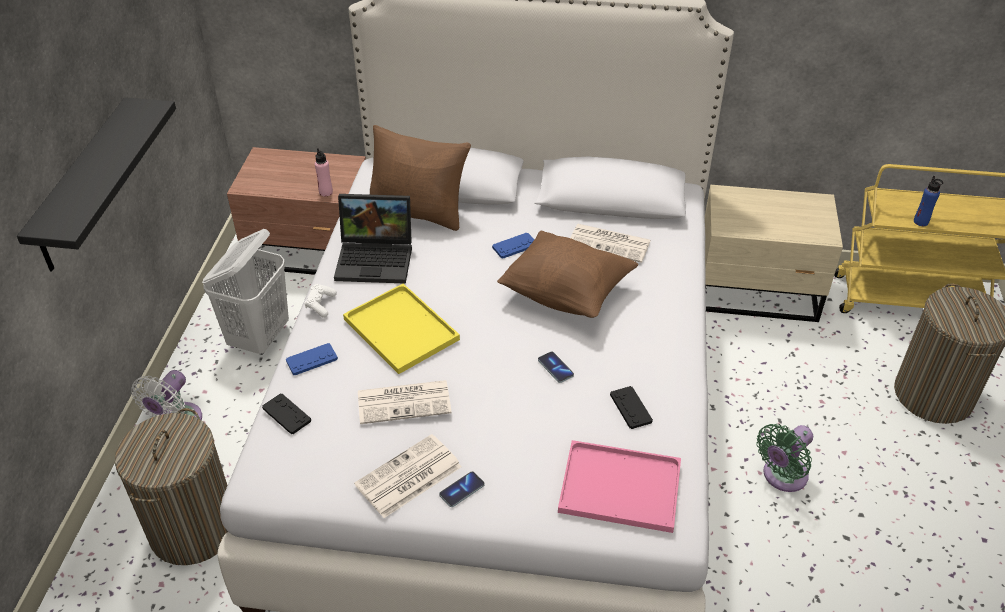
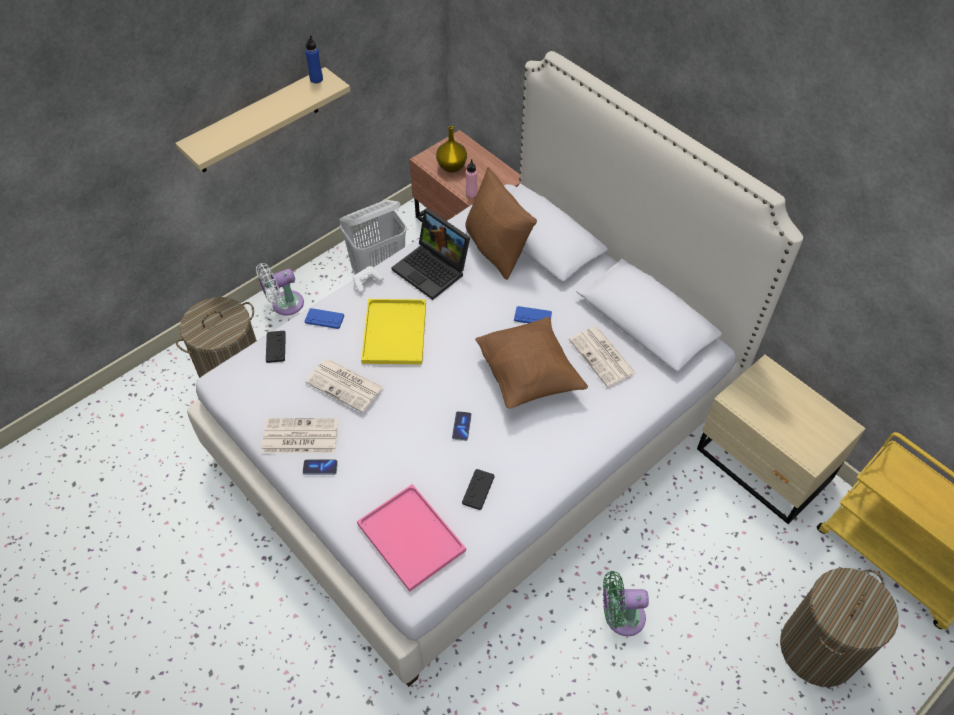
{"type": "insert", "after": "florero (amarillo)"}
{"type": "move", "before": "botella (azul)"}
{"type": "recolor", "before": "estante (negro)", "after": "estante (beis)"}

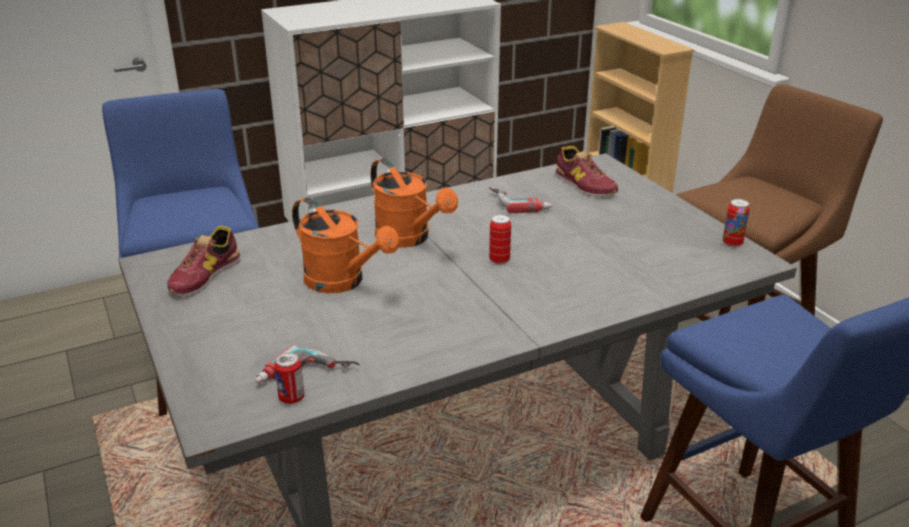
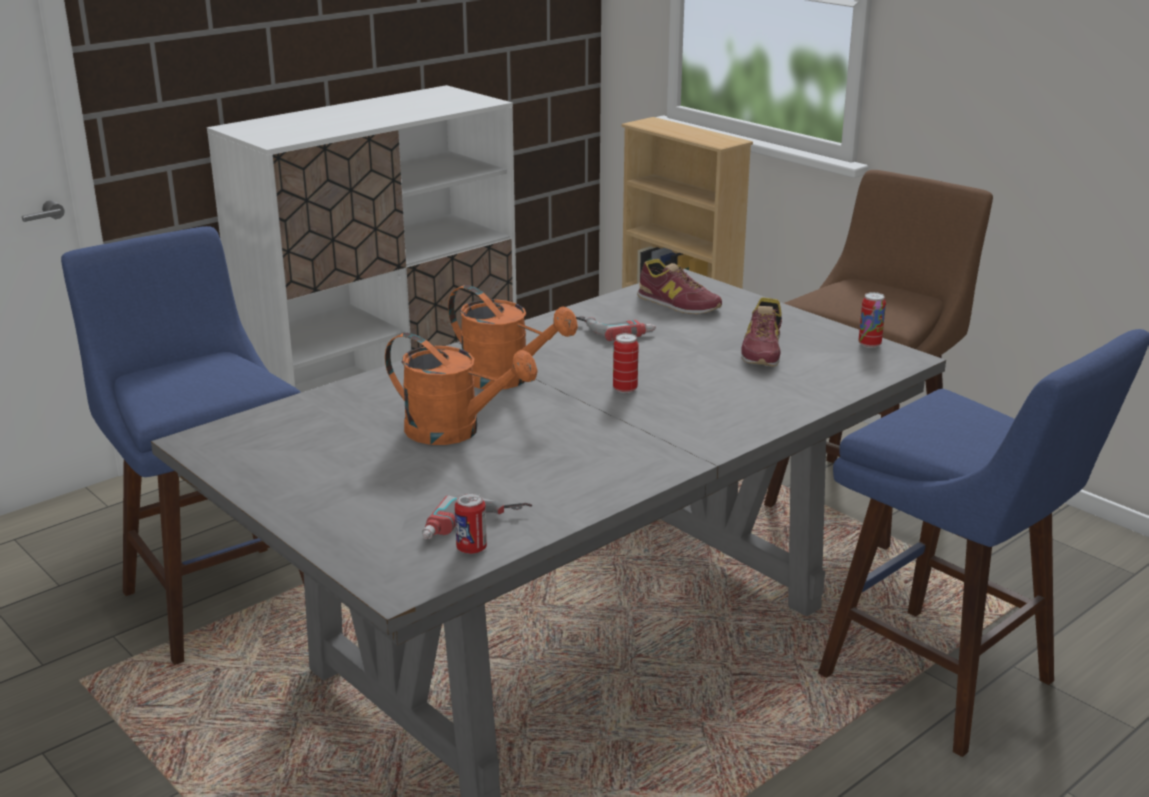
{"type": "move", "before": "zapato (1st from left in the first image)", "after": "zapato (2nd from left)"}

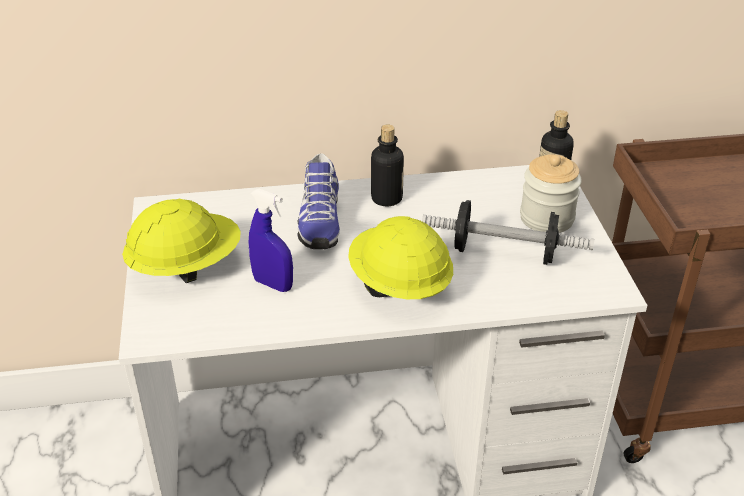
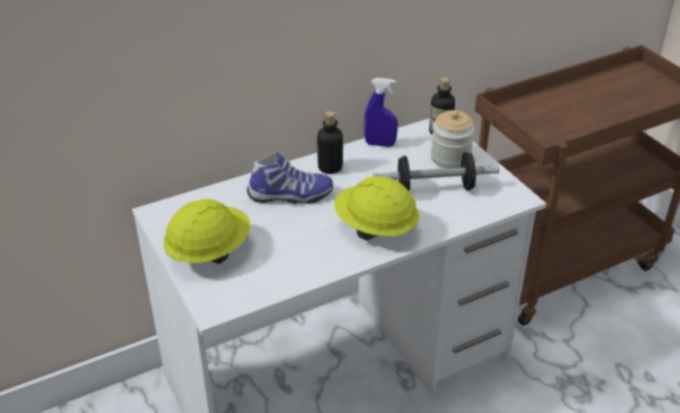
{"type": "move", "before": "pulverizador (azul)"}
{"type": "rotate", "before": "zapato", "turn": -75}

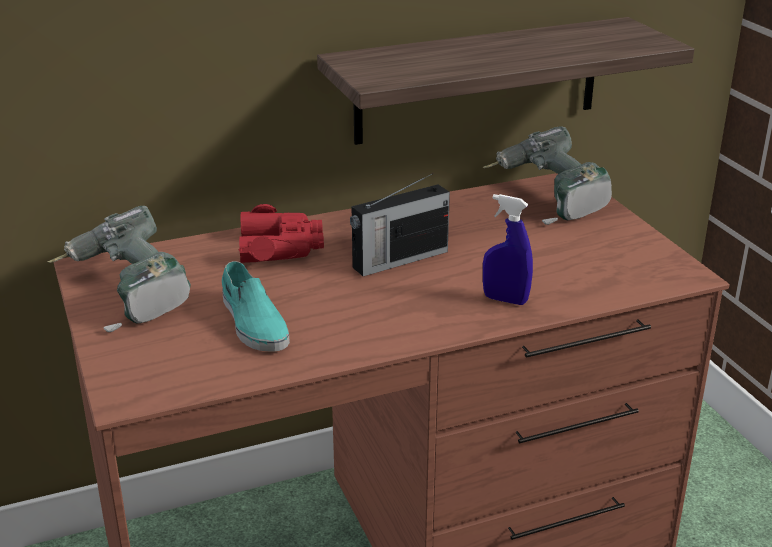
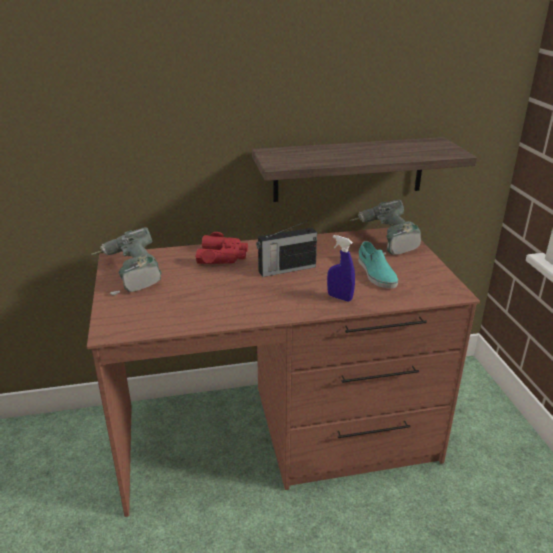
{"type": "move", "before": "zapato (turquesa)"}

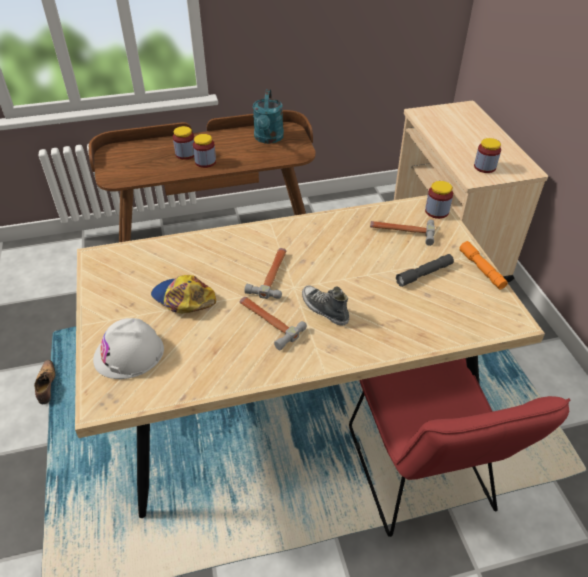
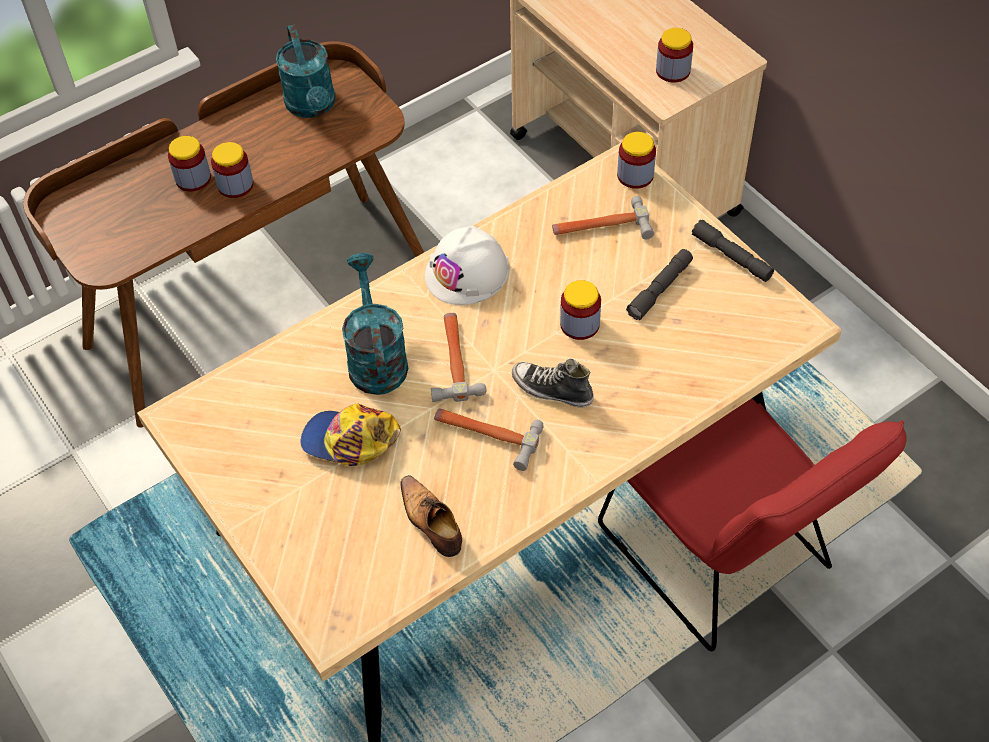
{"type": "insert", "after": "regadera (turquesa) (2nd from left)"}
{"type": "insert", "after": "tarro (3rd from left)"}
{"type": "move", "before": "zapato (1st from left)"}
{"type": "move", "before": "casco (blanco)"}
{"type": "recolor", "before": "linterna (naranja)", "after": "linterna (gris) (2nd from left)"}

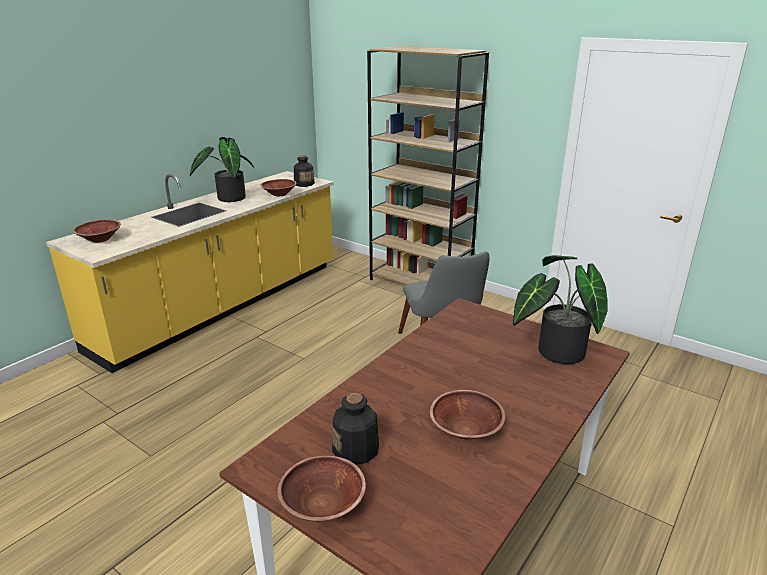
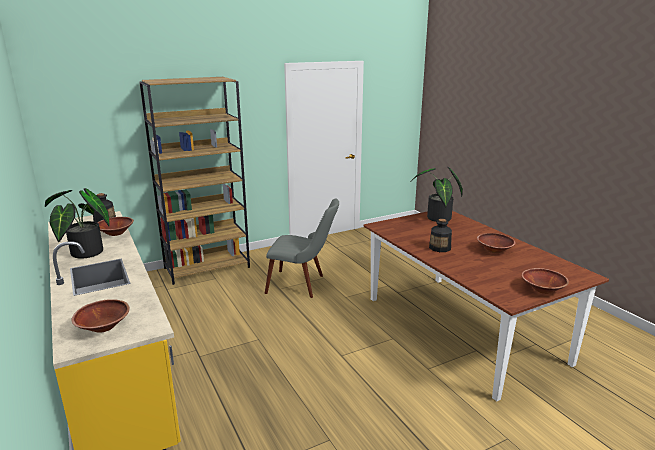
{"type": "move", "before": "botella (2nd from left)"}

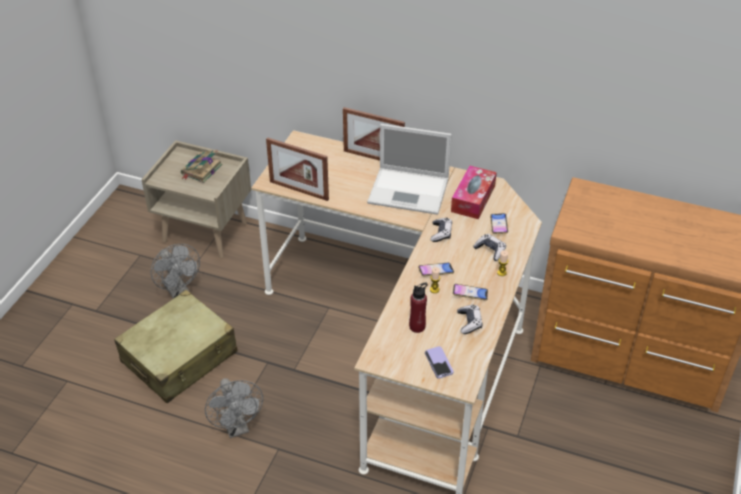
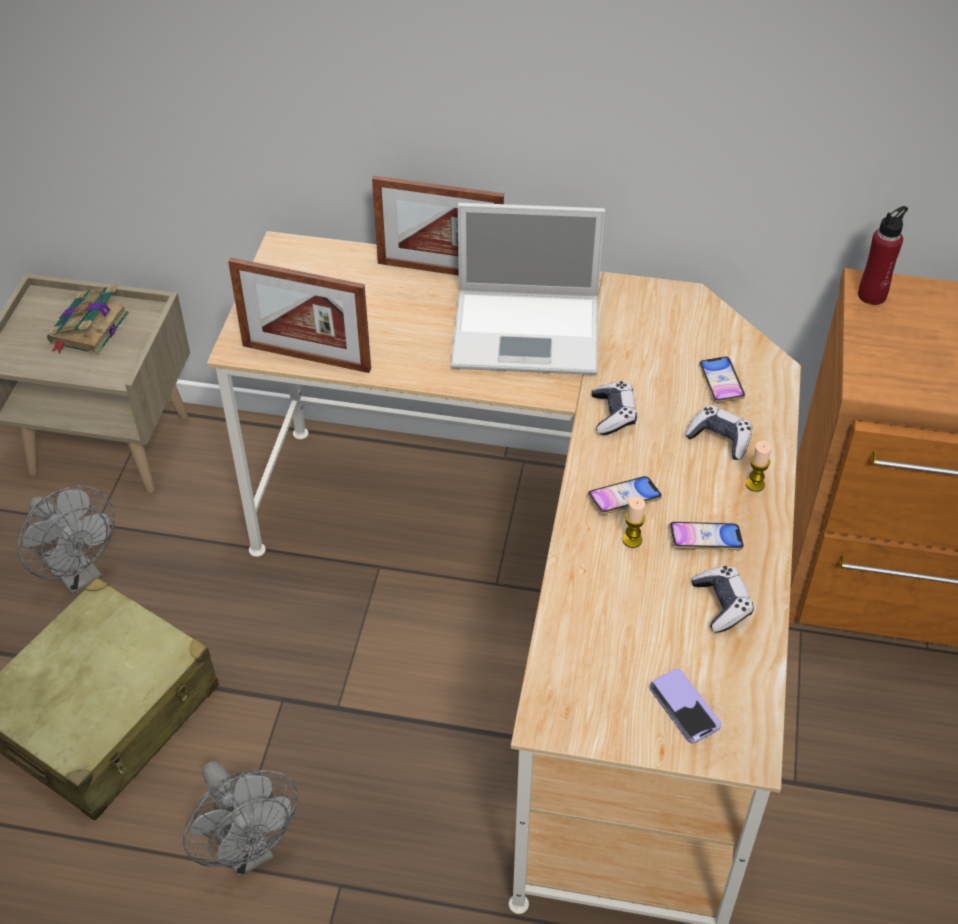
{"type": "delete", "before": "caja de pañuelos"}
{"type": "move", "before": "botella (rojo)"}

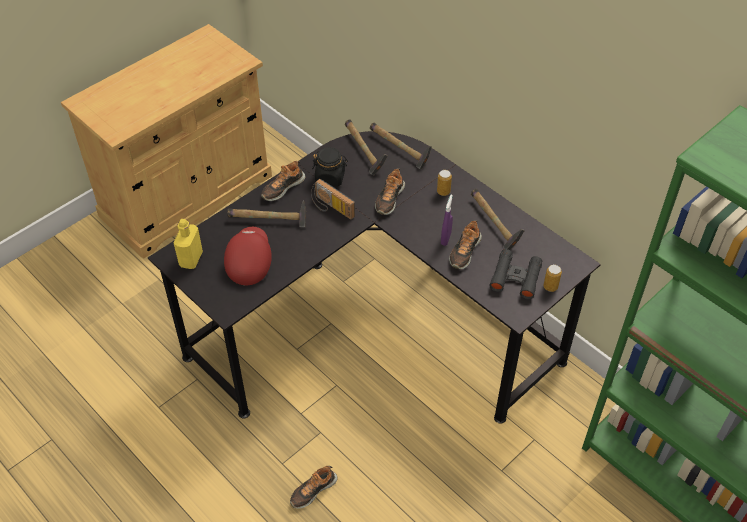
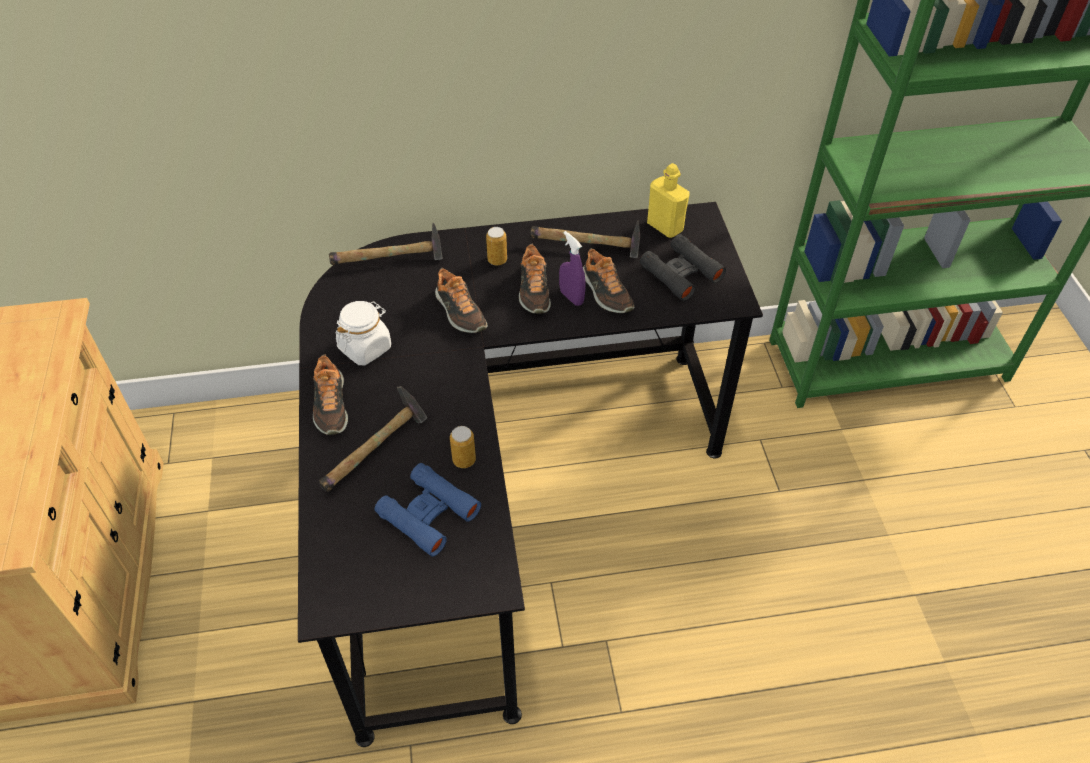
{"type": "delete", "before": "radio"}
{"type": "delete", "before": "martillo (2nd from left)"}
{"type": "move", "before": "botella (amarillo)"}
{"type": "move", "before": "zapato (2nd from left in the first image)", "after": "zapato (3rd from left)"}
{"type": "move", "before": "lata (2nd from left in the first image)", "after": "lata (1st from left)"}
{"type": "replace", "before": "gorra (rojo)", "after": "prismáticos (azul)"}
{"type": "recolor", "before": "tarro (negro)", "after": "tarro (blanco)"}

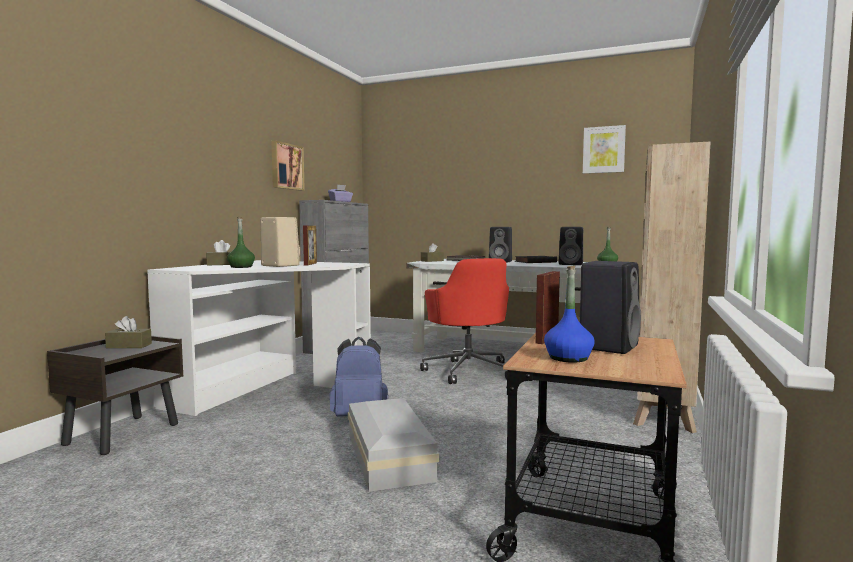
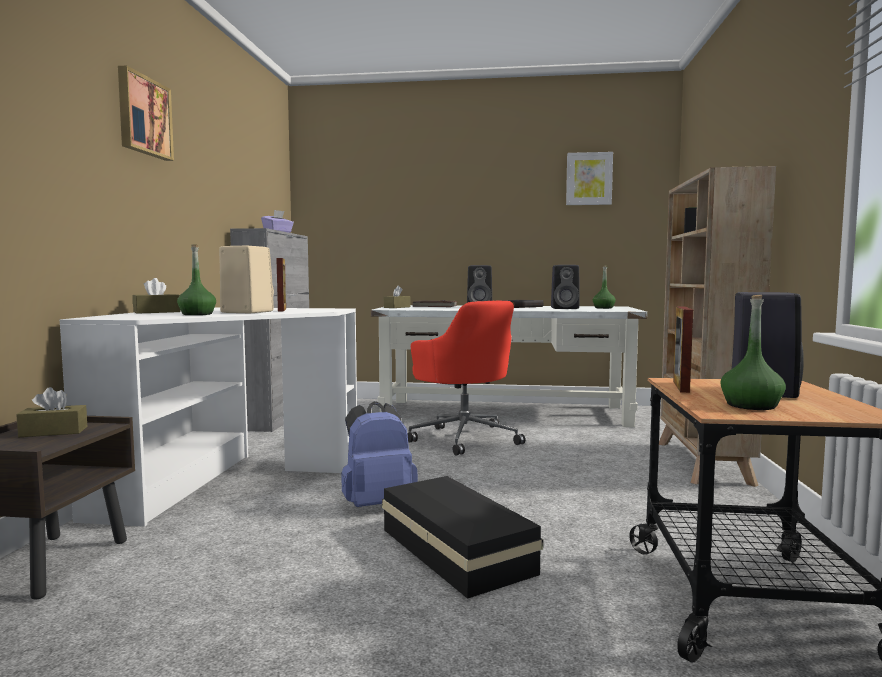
{"type": "move", "before": "cuadro (1st from left)"}
{"type": "recolor", "before": "caja de almacenaje (blanco)", "after": "caja de almacenaje (negro)"}
{"type": "recolor", "before": "botella (azul)", "after": "botella (verde) (3rd from left)"}

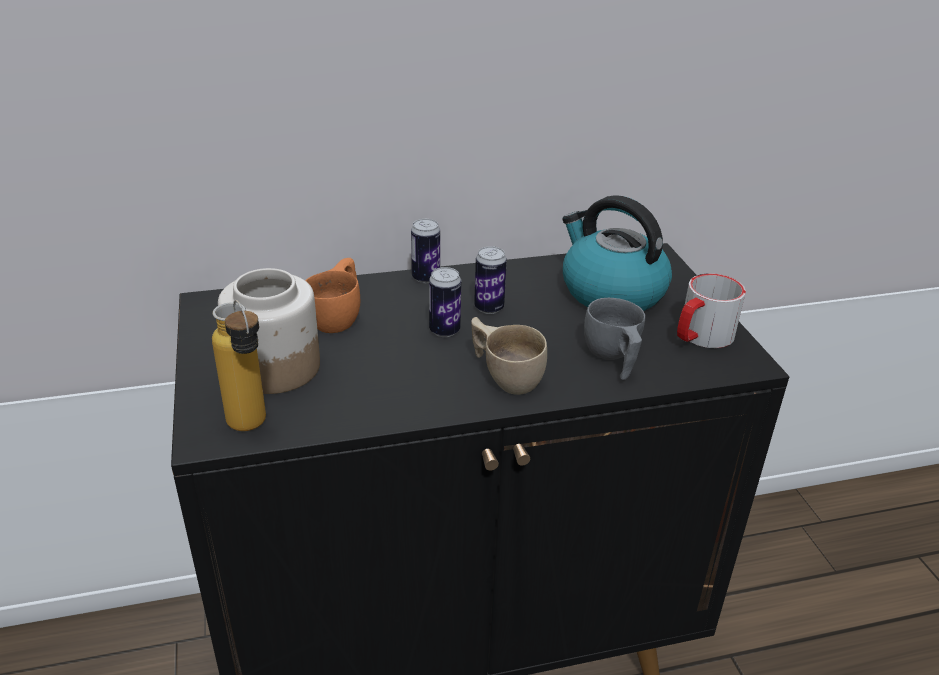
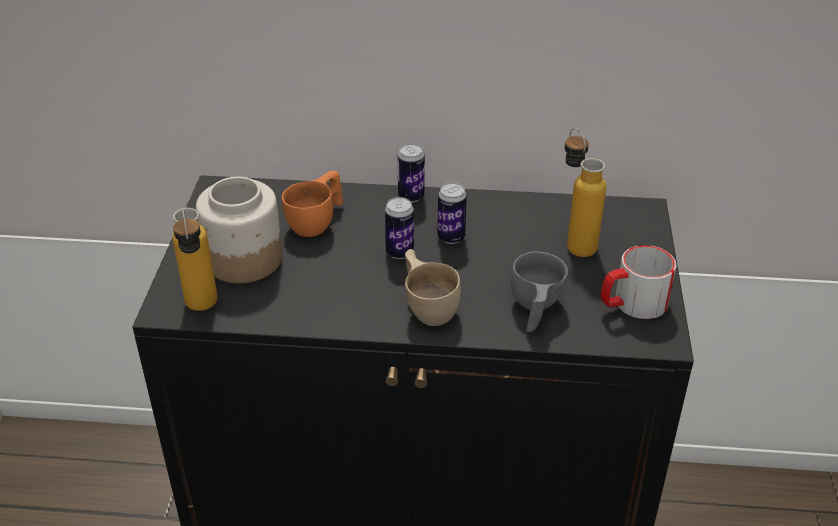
{"type": "replace", "before": "hervidor", "after": "botella (2nd from left)"}

